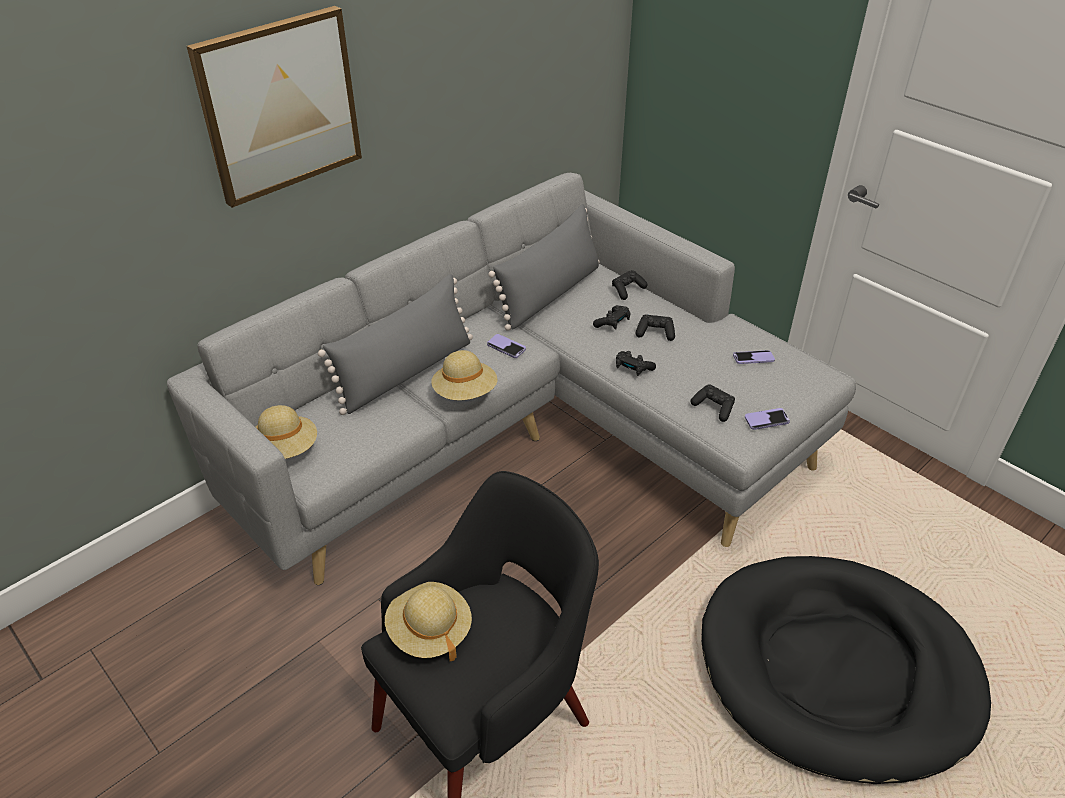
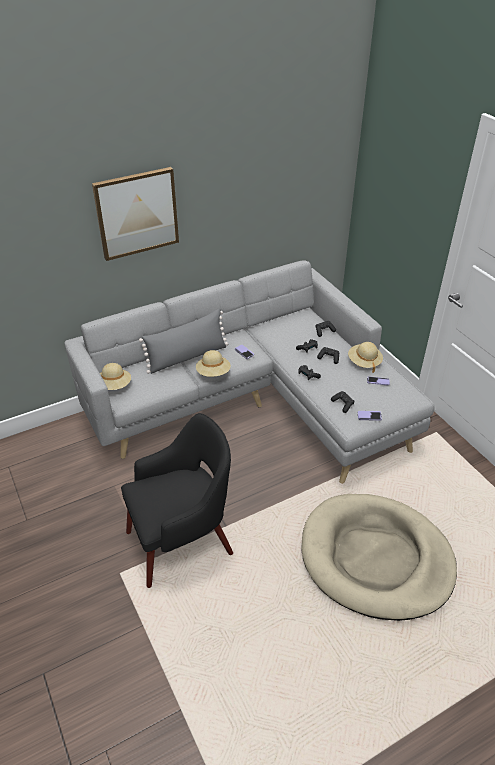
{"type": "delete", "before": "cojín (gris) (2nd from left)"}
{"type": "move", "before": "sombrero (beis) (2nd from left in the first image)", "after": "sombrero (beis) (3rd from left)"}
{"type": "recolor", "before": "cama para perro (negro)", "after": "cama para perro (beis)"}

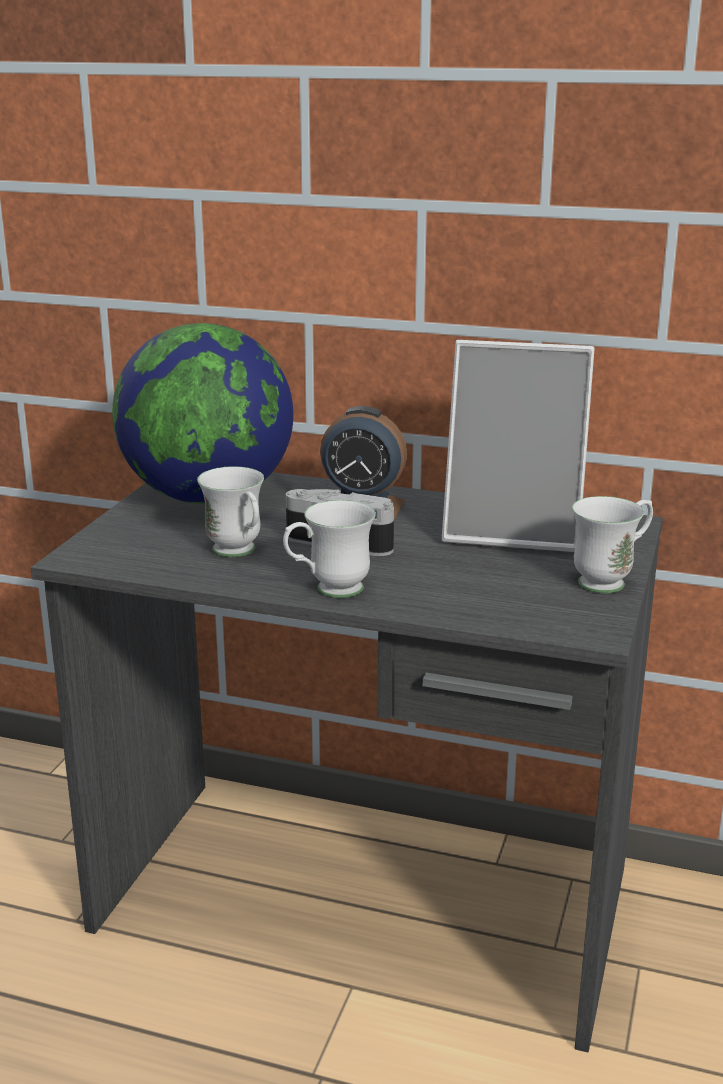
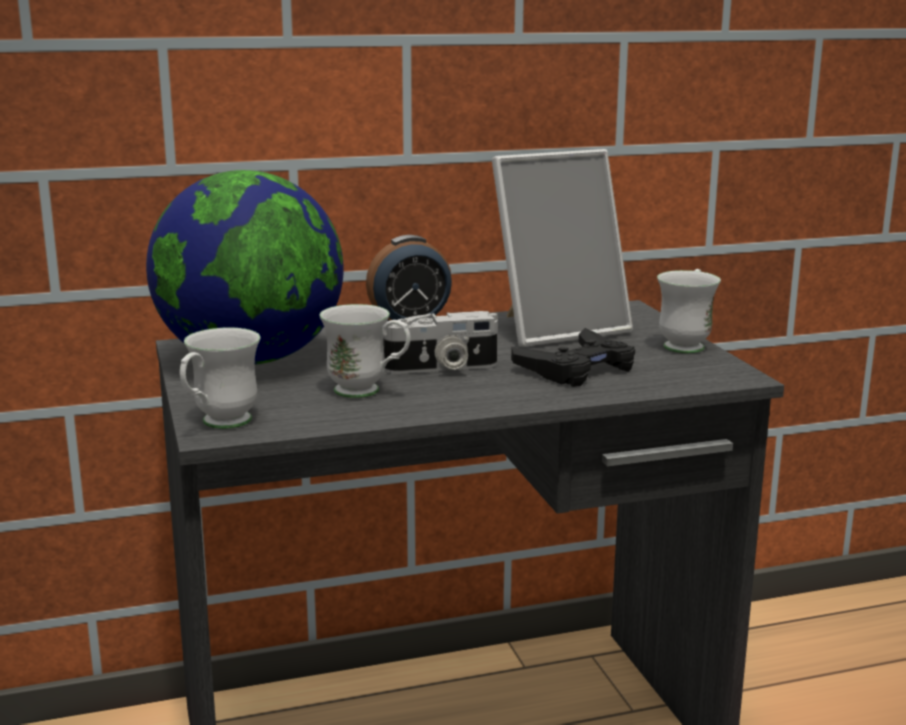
{"type": "insert", "after": "mando de consola (negro)"}
{"type": "move", "before": "taza grande (blanco) (2nd from left in the first image)", "after": "taza grande (blanco) (1st from left)"}

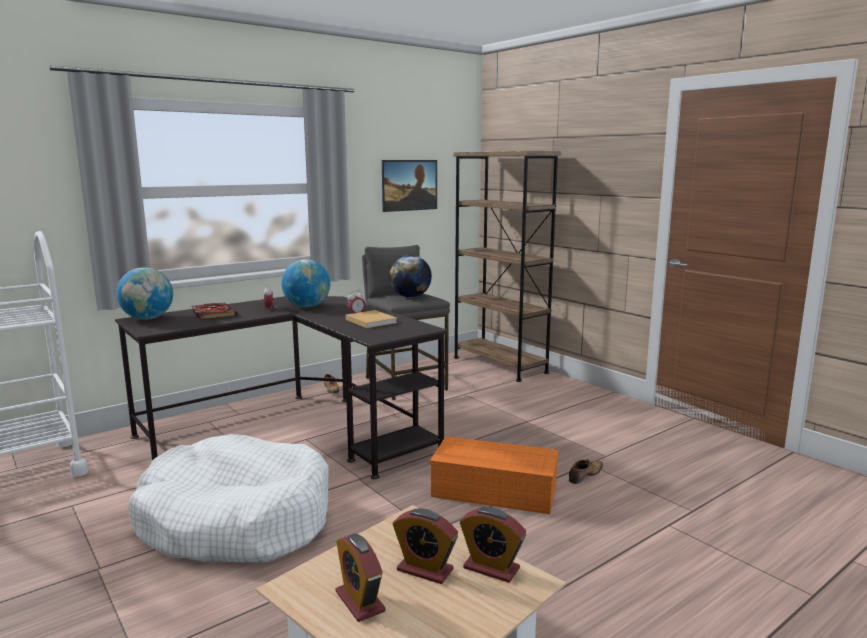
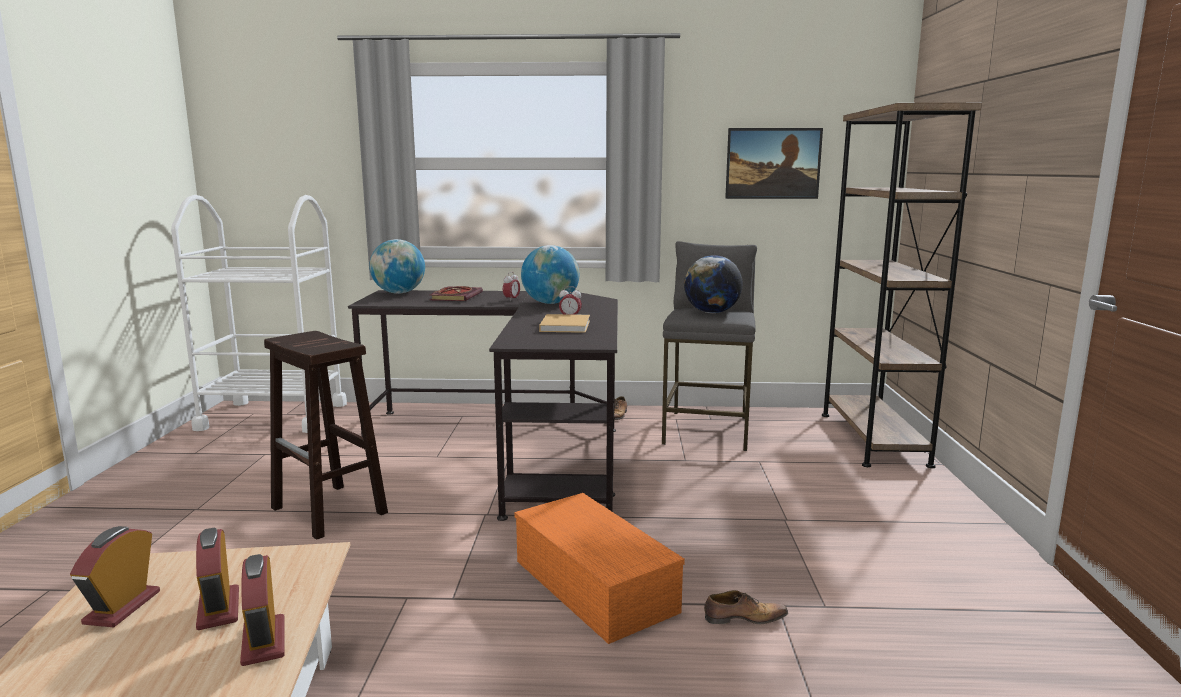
{"type": "replace", "before": "cama para perro (blanco)", "after": "taburete (marrón)"}

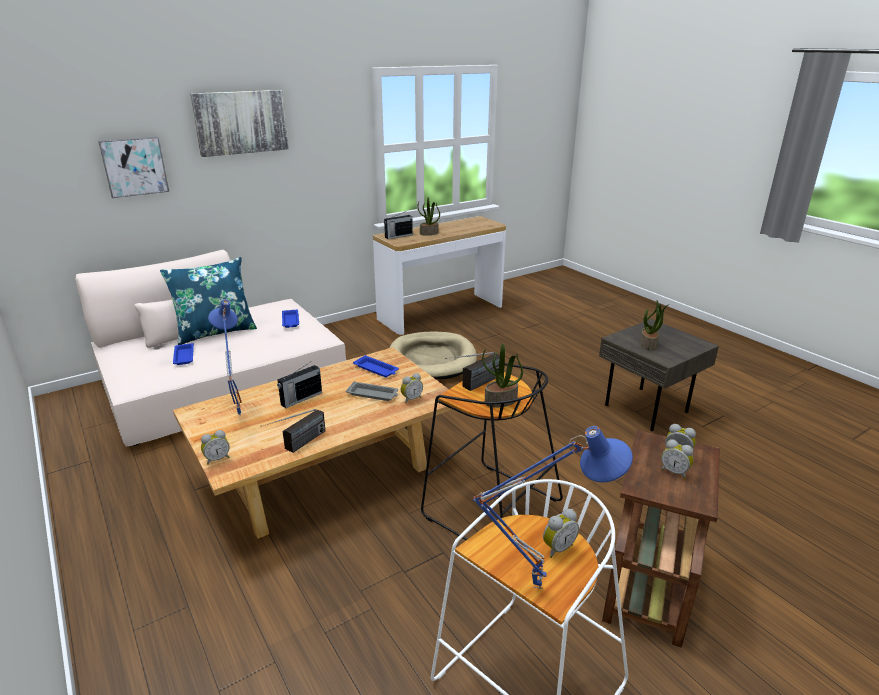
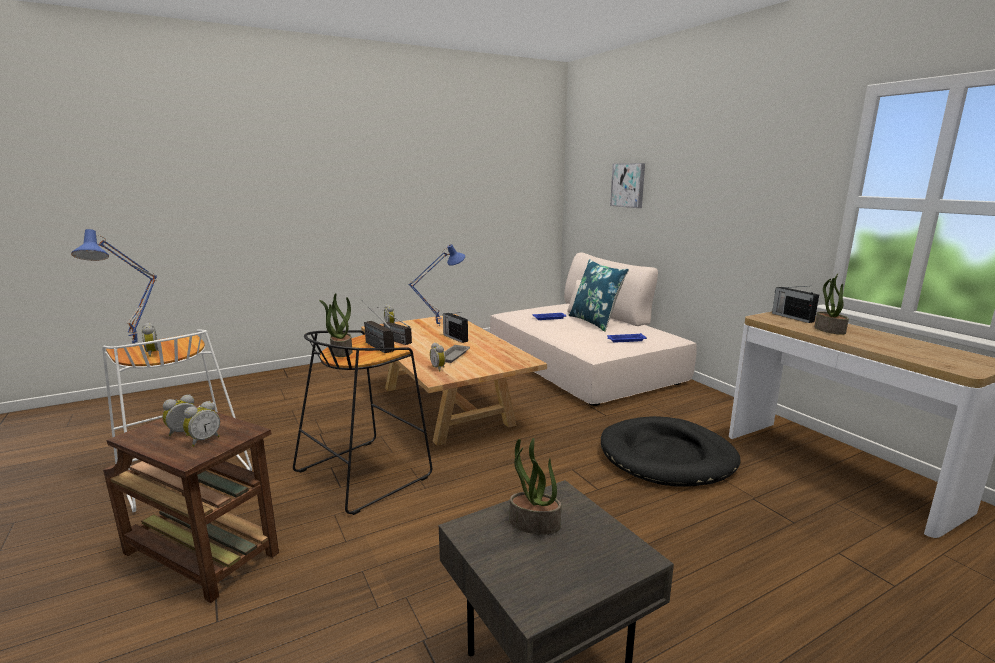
{"type": "delete", "before": "cuadro (2nd from left)"}
{"type": "delete", "before": "bandeja (azul) (3rd from left)"}
{"type": "recolor", "before": "cama para perro (beis)", "after": "cama para perro (negro)"}

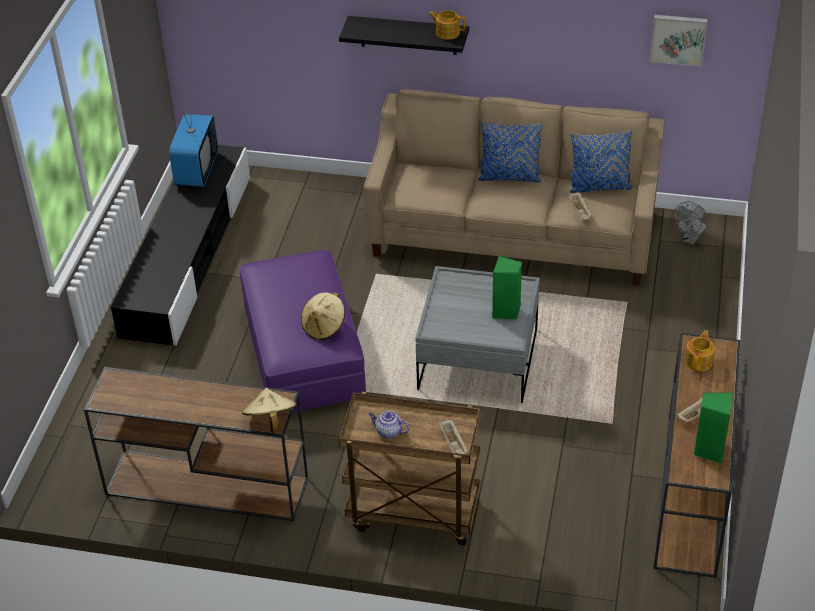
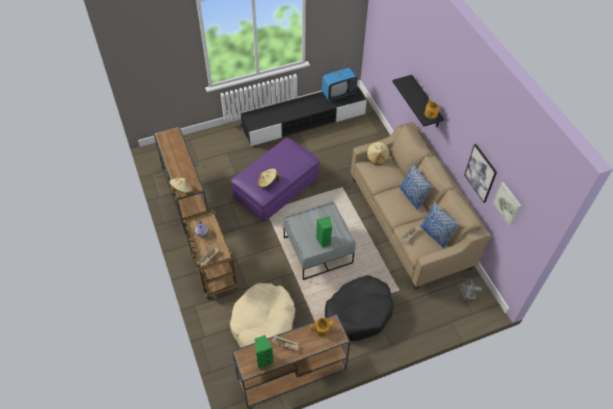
{"type": "insert", "after": "cama para perro (beis)"}
{"type": "insert", "after": "cama para perro (negro)"}
{"type": "insert", "after": "sombrero (beis) (3rd from left)"}
{"type": "insert", "after": "cuadro (1st from left)"}

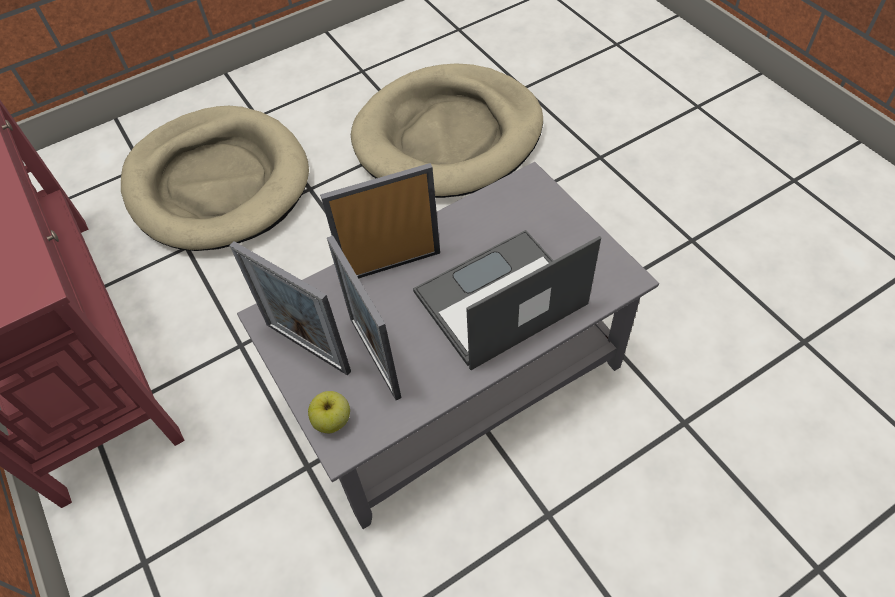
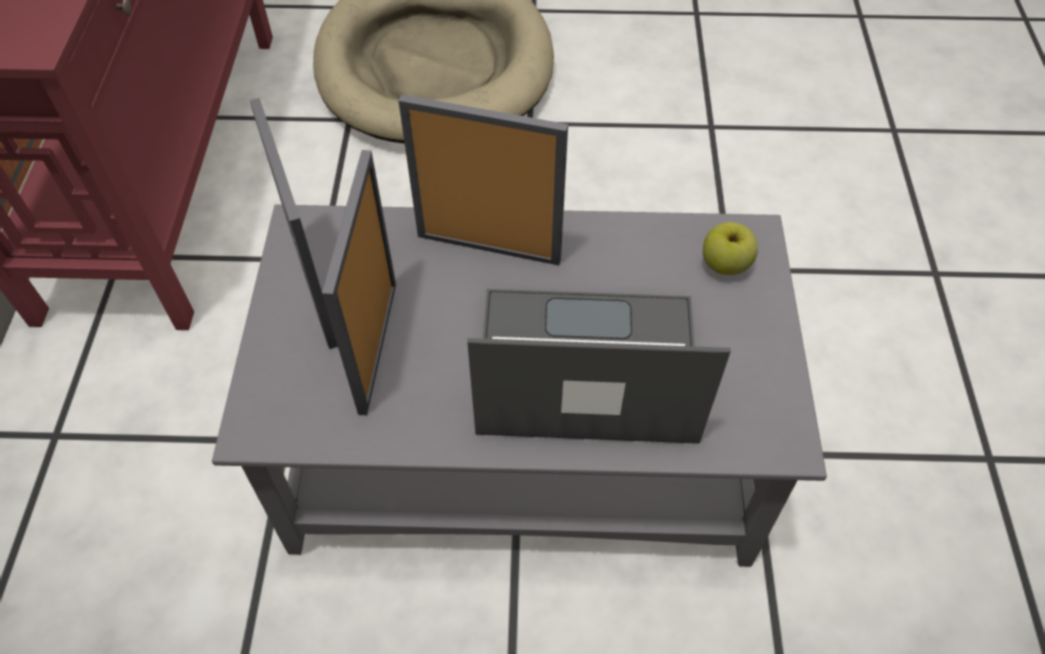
{"type": "delete", "before": "cama para perro (beis) (2nd from left)"}
{"type": "move", "before": "manzana"}

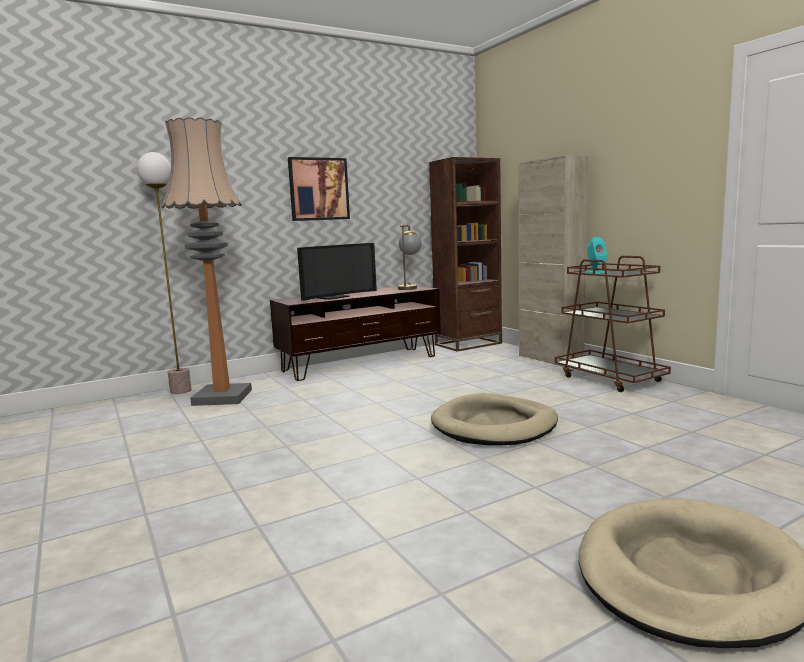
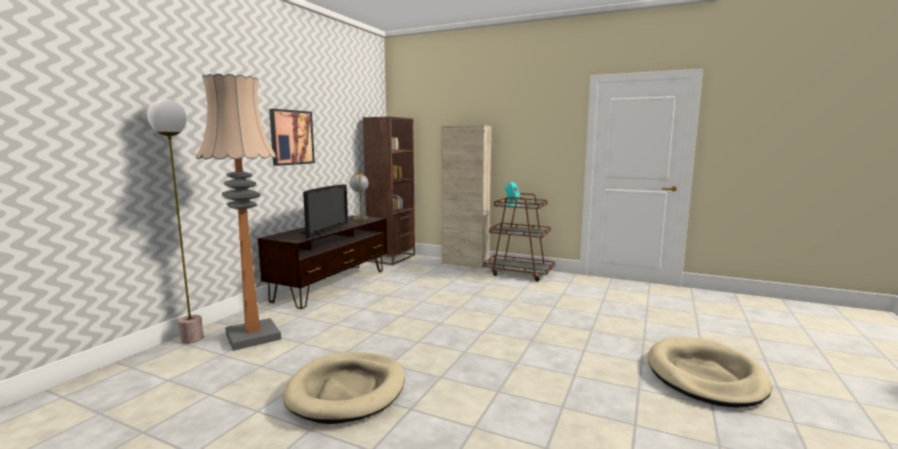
{"type": "move", "before": "cama para perro (beis) (1st from left)"}

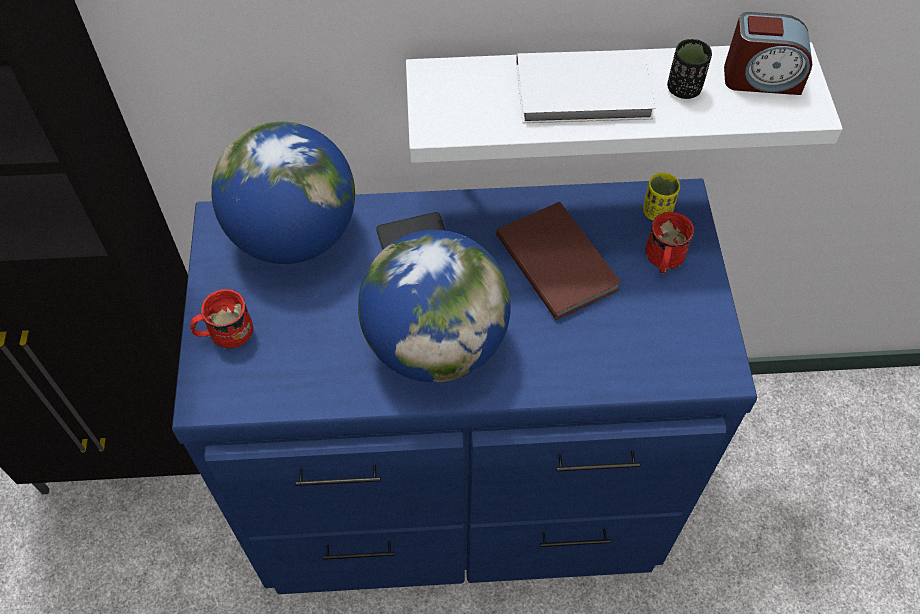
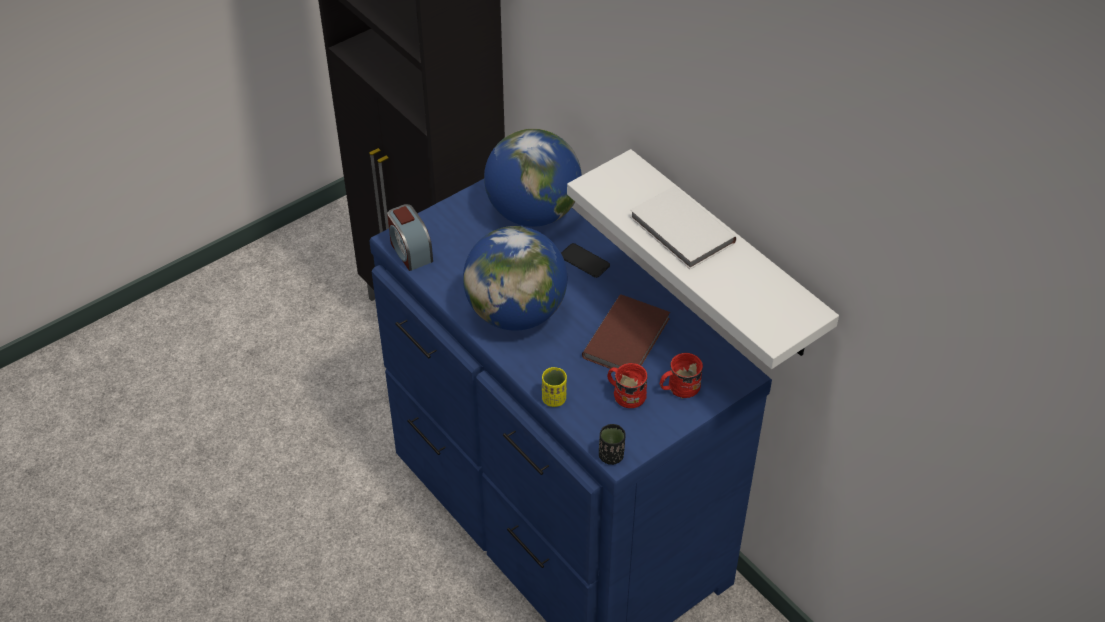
{"type": "move", "before": "taza grande (rojo) (1st from left)"}
{"type": "move", "before": "taza (amarillo)"}
{"type": "move", "before": "taza (negro)"}
{"type": "move", "before": "despertador"}

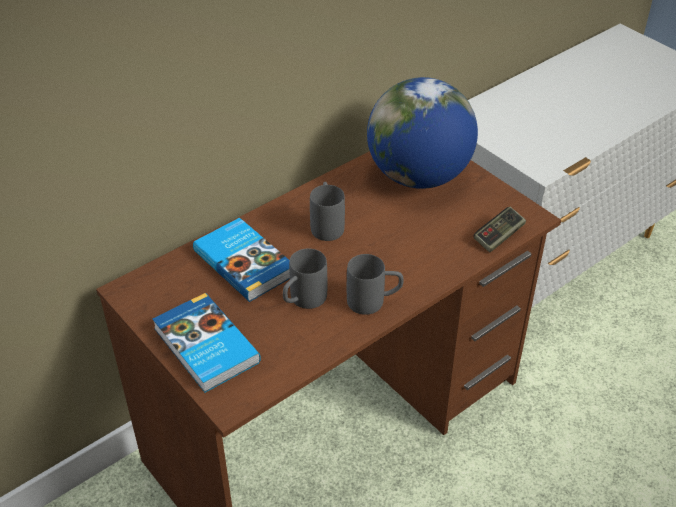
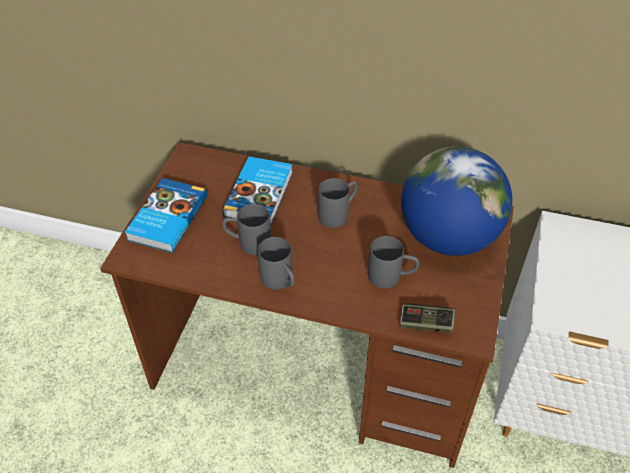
{"type": "insert", "after": "taza grande (gris) (4th from left)"}

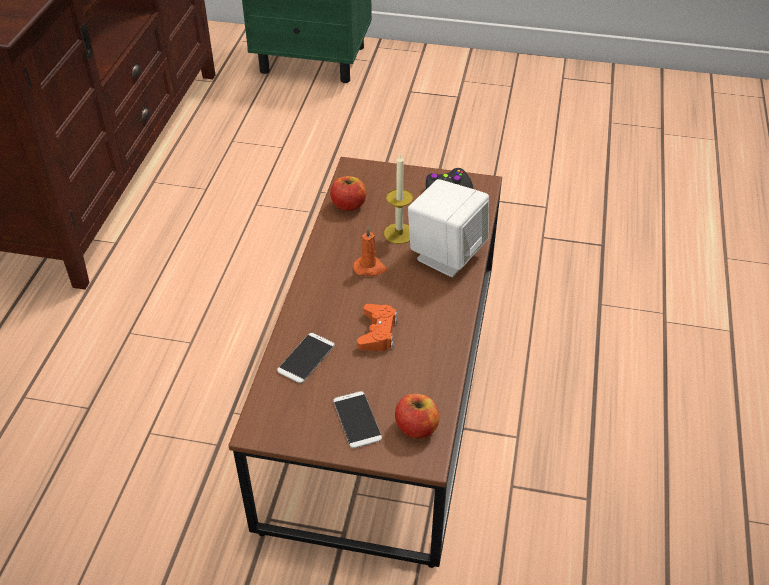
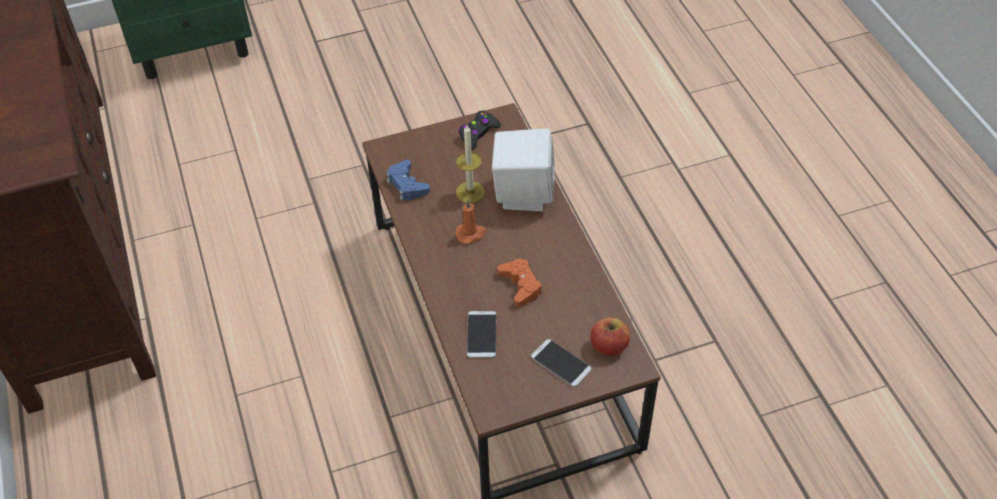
{"type": "replace", "before": "manzana (1st from left)", "after": "mando de consola (azul)"}

